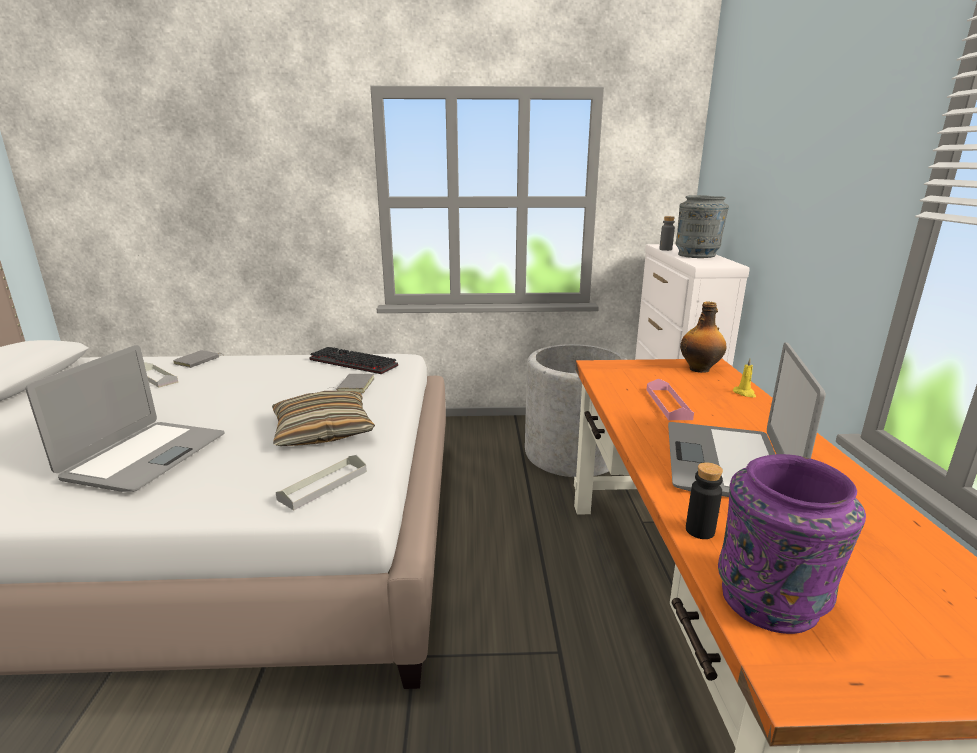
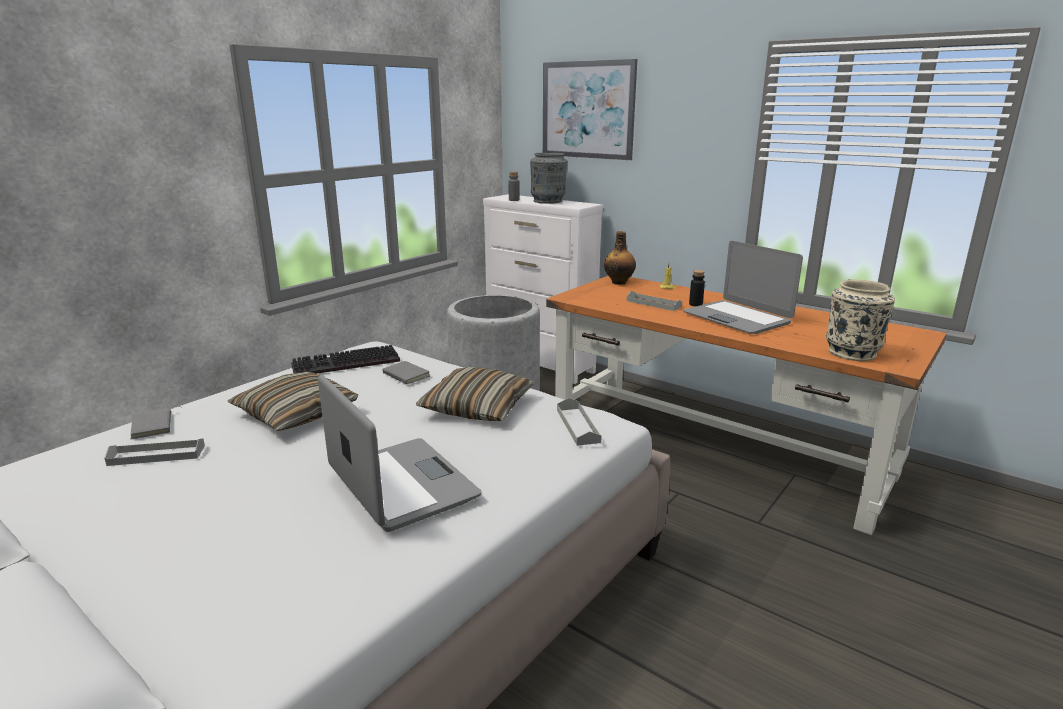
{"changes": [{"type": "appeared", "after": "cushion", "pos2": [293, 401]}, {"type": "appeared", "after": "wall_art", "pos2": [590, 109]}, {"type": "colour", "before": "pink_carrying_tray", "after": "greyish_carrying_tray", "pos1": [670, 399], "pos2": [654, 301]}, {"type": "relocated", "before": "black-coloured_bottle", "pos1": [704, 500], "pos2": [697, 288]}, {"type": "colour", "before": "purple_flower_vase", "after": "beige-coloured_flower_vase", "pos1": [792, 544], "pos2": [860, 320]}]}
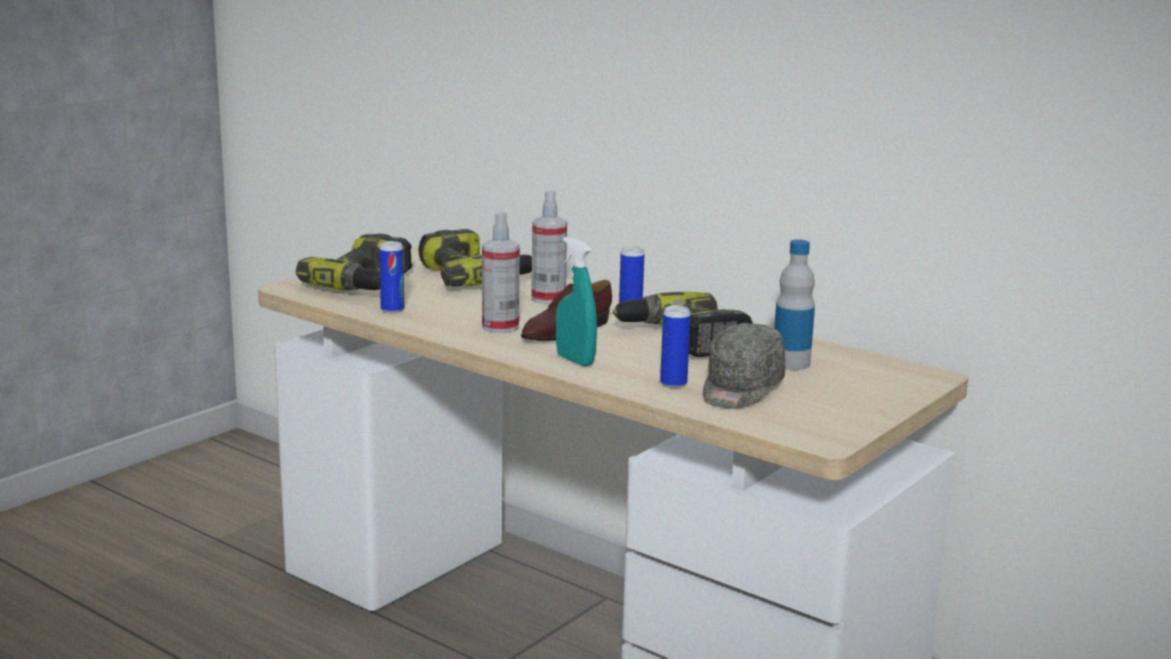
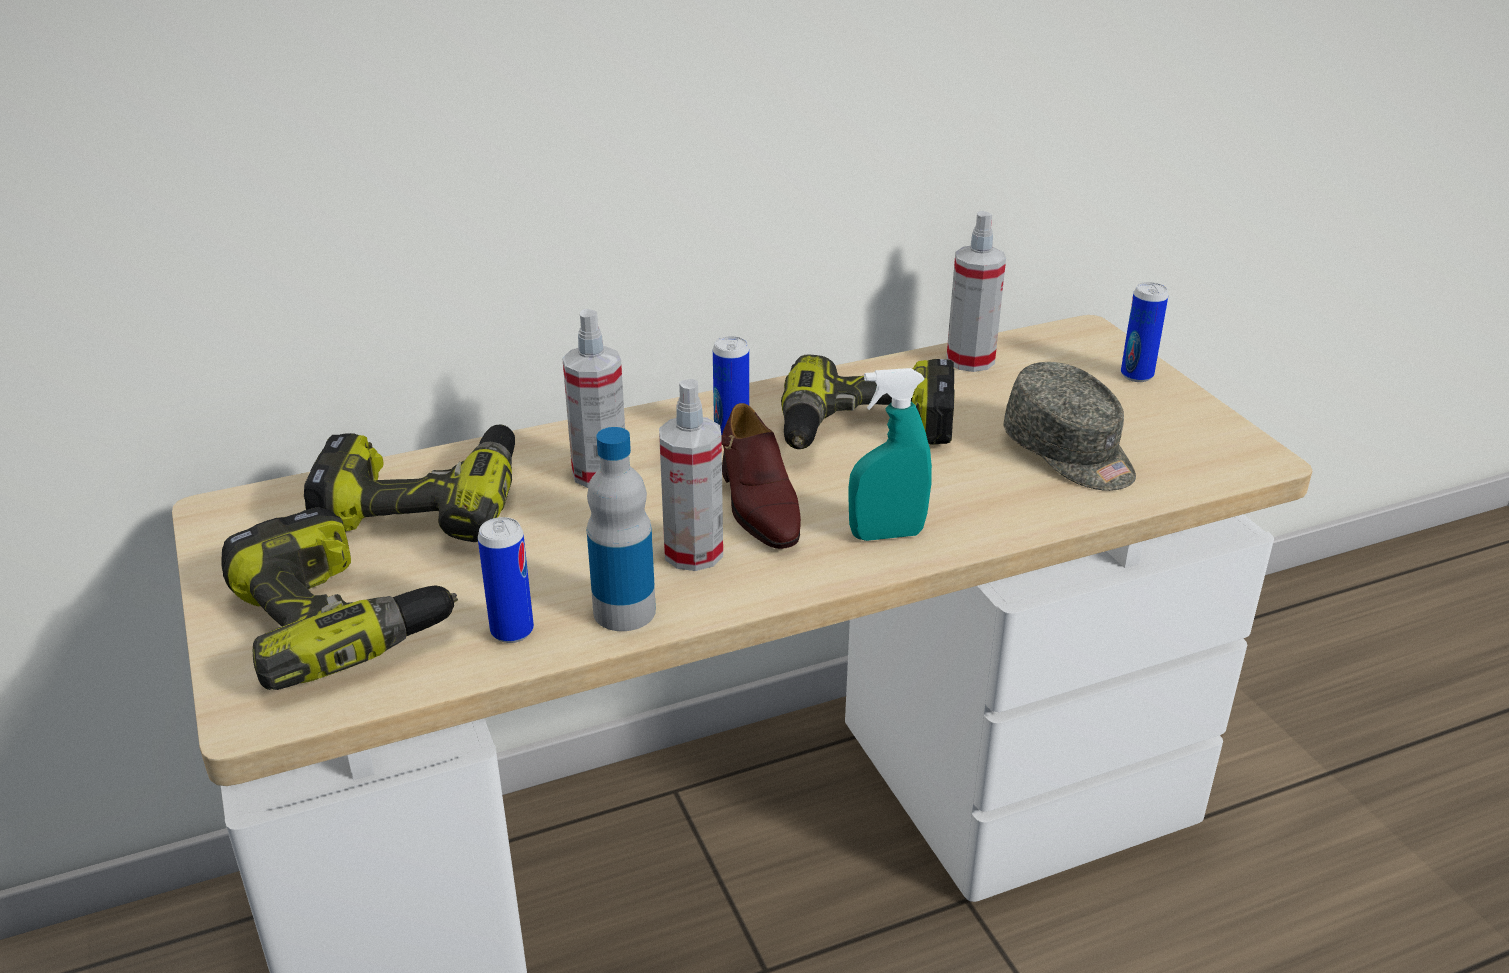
{"changes": [{"type": "relocated", "before": "bottle", "pos1": [794, 304], "pos2": [621, 529]}, {"type": "appeared", "after": "hand_sprayer", "pos2": [976, 291]}, {"type": "relocated", "before": "metal_can", "pos1": [675, 346], "pos2": [1144, 332]}]}
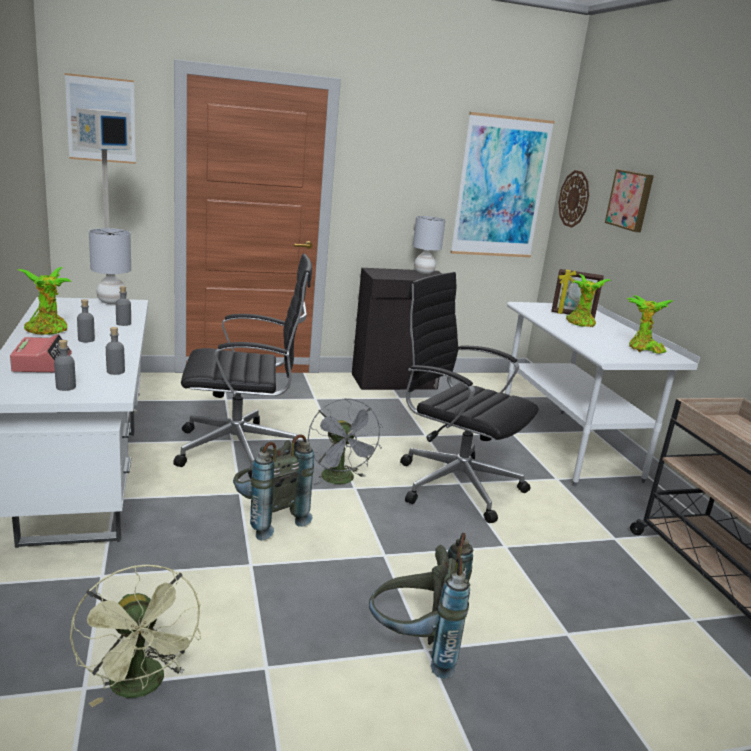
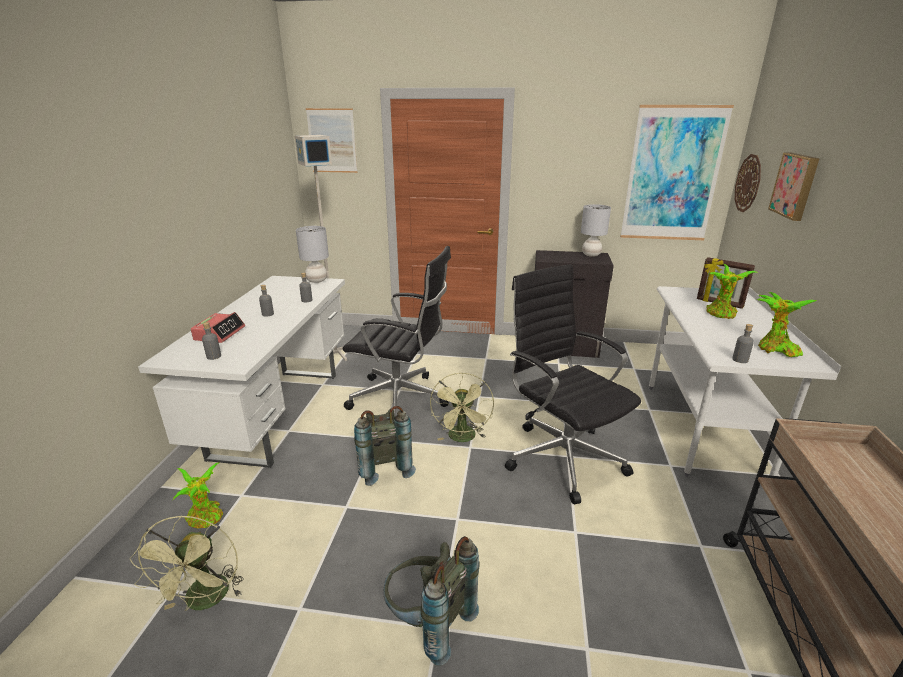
{"changes": [{"type": "relocated", "before": "plant_in_a_pot", "pos1": [44, 301], "pos2": [198, 495]}, {"type": "colour", "before": "greyish_electric_fan", "after": "green-coloured_electric_fan", "pos1": [345, 442], "pos2": [462, 407]}, {"type": "relocated", "before": "greyish_bottle", "pos1": [115, 351], "pos2": [743, 343]}]}
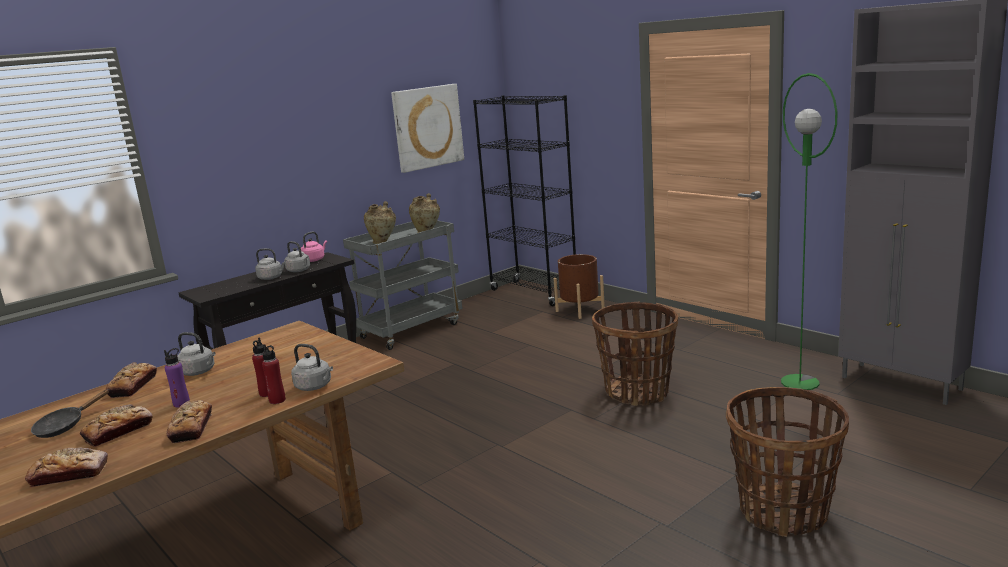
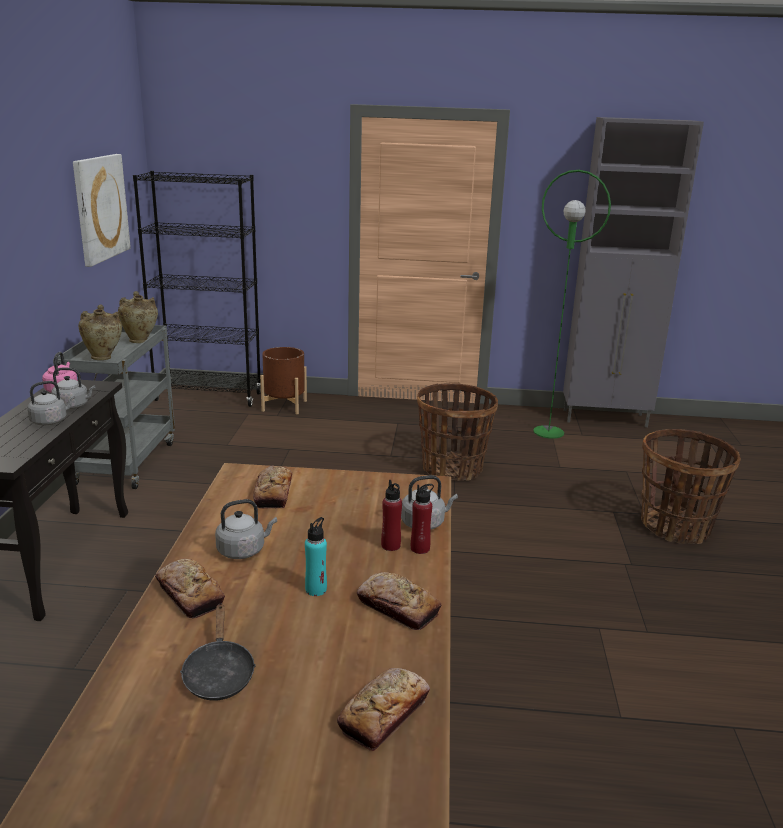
{"changes": [{"type": "relocated", "before": "bread", "pos1": [116, 425], "pos2": [272, 487]}, {"type": "colour", "before": "purple_bottle", "after": "turquoise_bottle", "pos1": [177, 377], "pos2": [316, 556]}]}
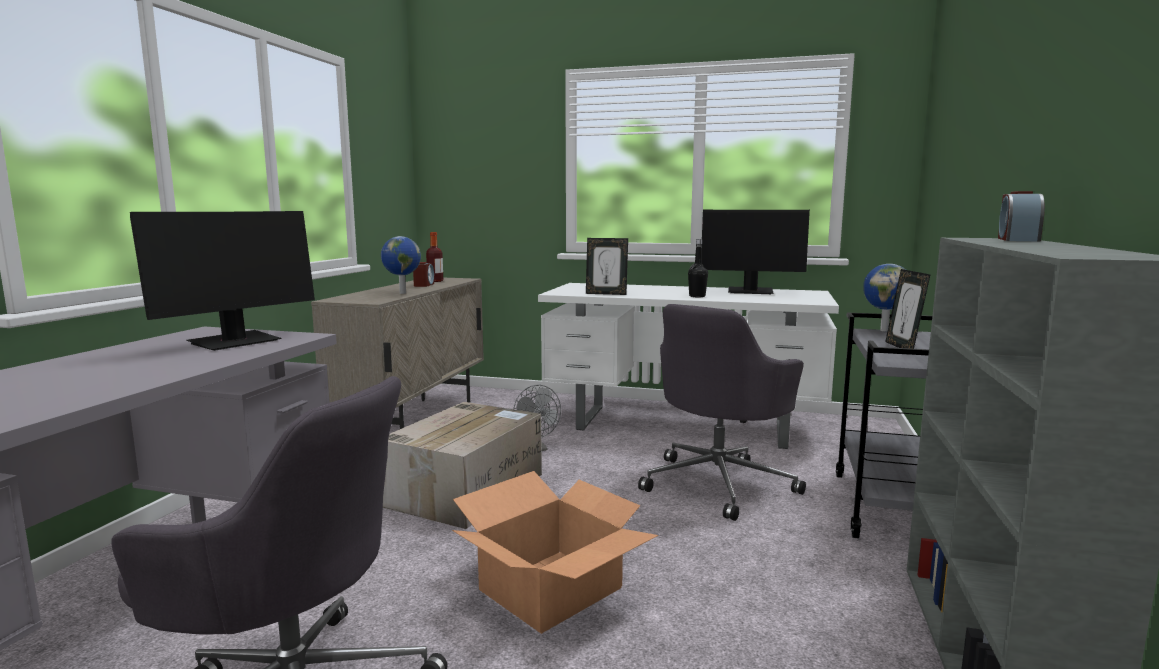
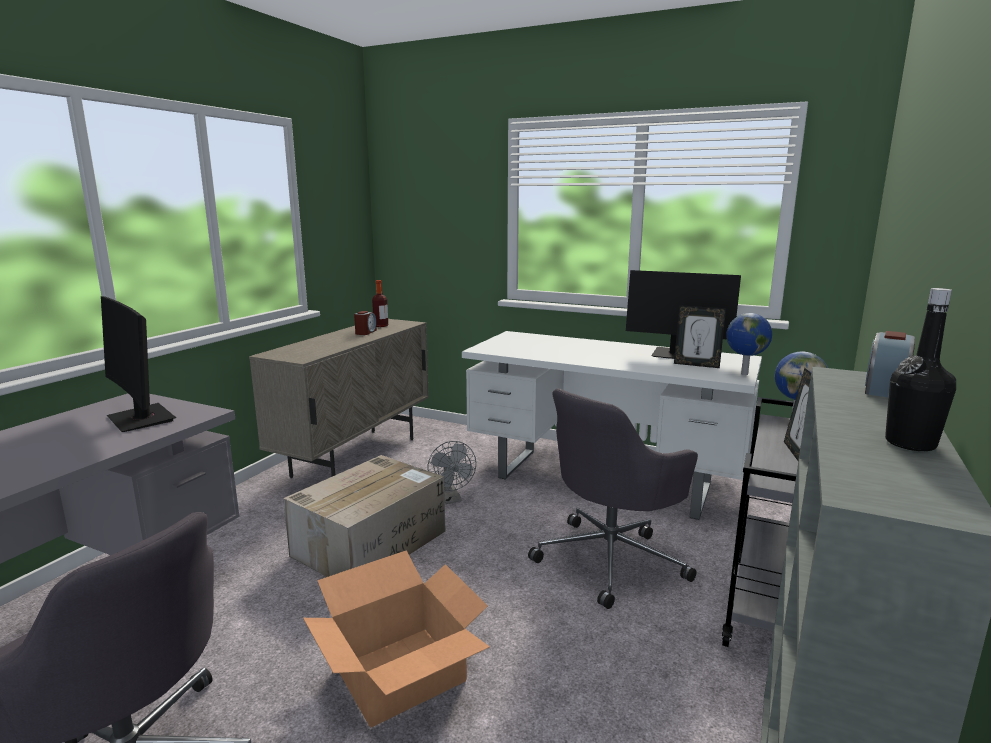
{"changes": [{"type": "spun", "before": "computer_display", "pos1": [222, 281], "pos2": [138, 364], "turn": 90}, {"type": "relocated", "before": "photo_frame", "pos1": [607, 266], "pos2": [700, 336]}, {"type": "relocated", "before": "world_globe", "pos1": [401, 265], "pos2": [749, 344]}, {"type": "relocated", "before": "black-coloured_bottle", "pos1": [698, 268], "pos2": [920, 369]}]}
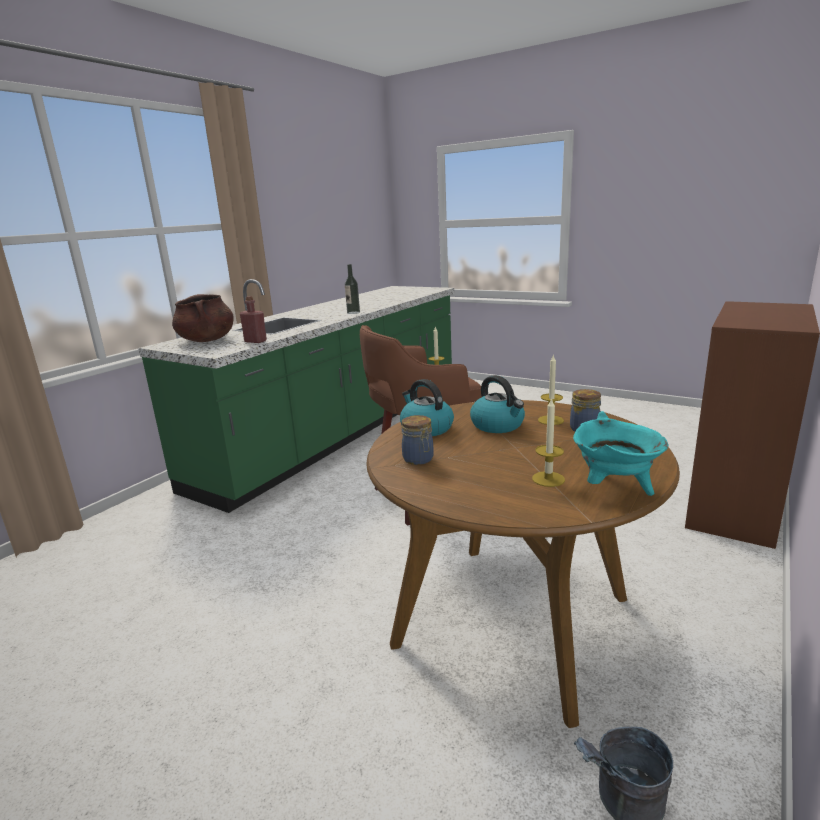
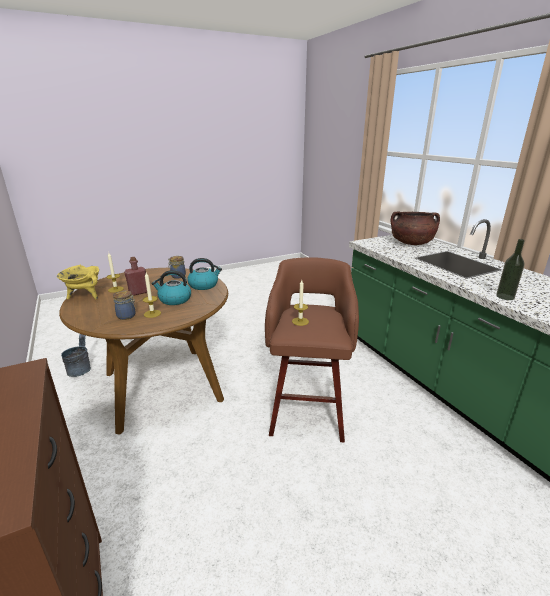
{"changes": [{"type": "colour", "before": "turquoise_stockpot", "after": "yellow_stockpot", "pos1": [621, 453], "pos2": [78, 282]}, {"type": "relocated", "before": "red_bottle", "pos1": [253, 319], "pos2": [135, 276]}]}
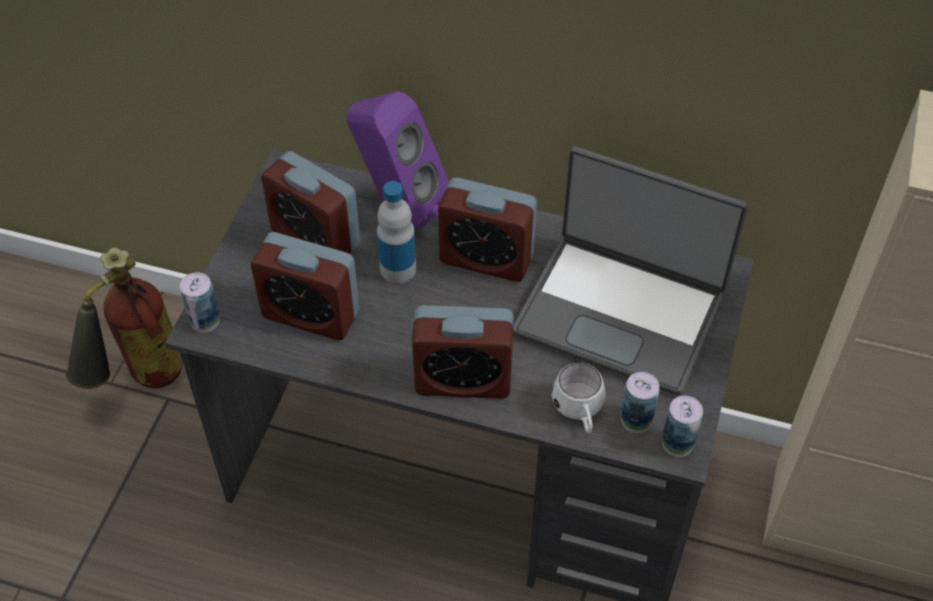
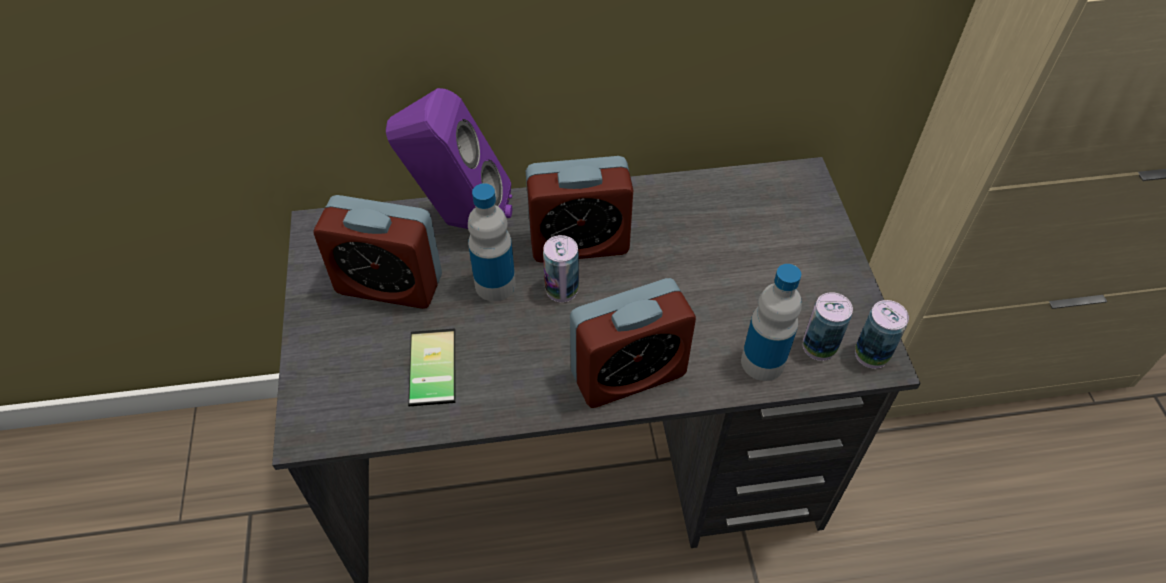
{"changes": [{"type": "exchanged", "before": "alarm_clock", "after": "handset", "pos1": [305, 286], "pos2": [431, 367]}, {"type": "relocated", "before": "metal_can", "pos1": [200, 302], "pos2": [561, 269]}, {"type": "exchanged", "before": "white_tea_mug", "after": "bottle", "pos1": [578, 398], "pos2": [771, 322]}, {"type": "missing", "before": "fire-fighting_cylinder", "pos1": [124, 318]}, {"type": "missing", "before": "notebook_computer", "pos1": [630, 271]}]}
